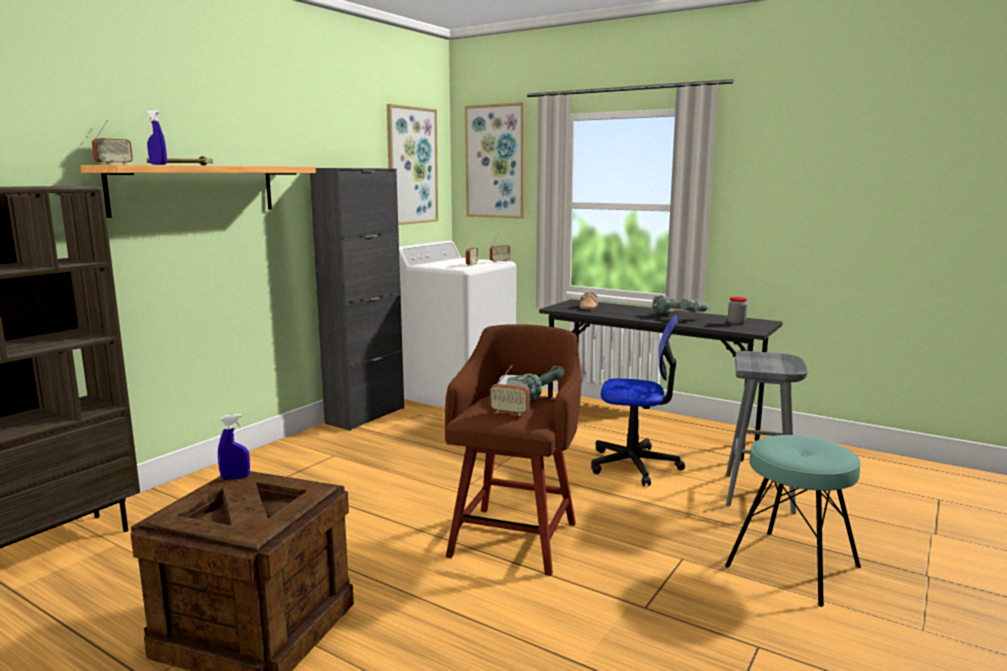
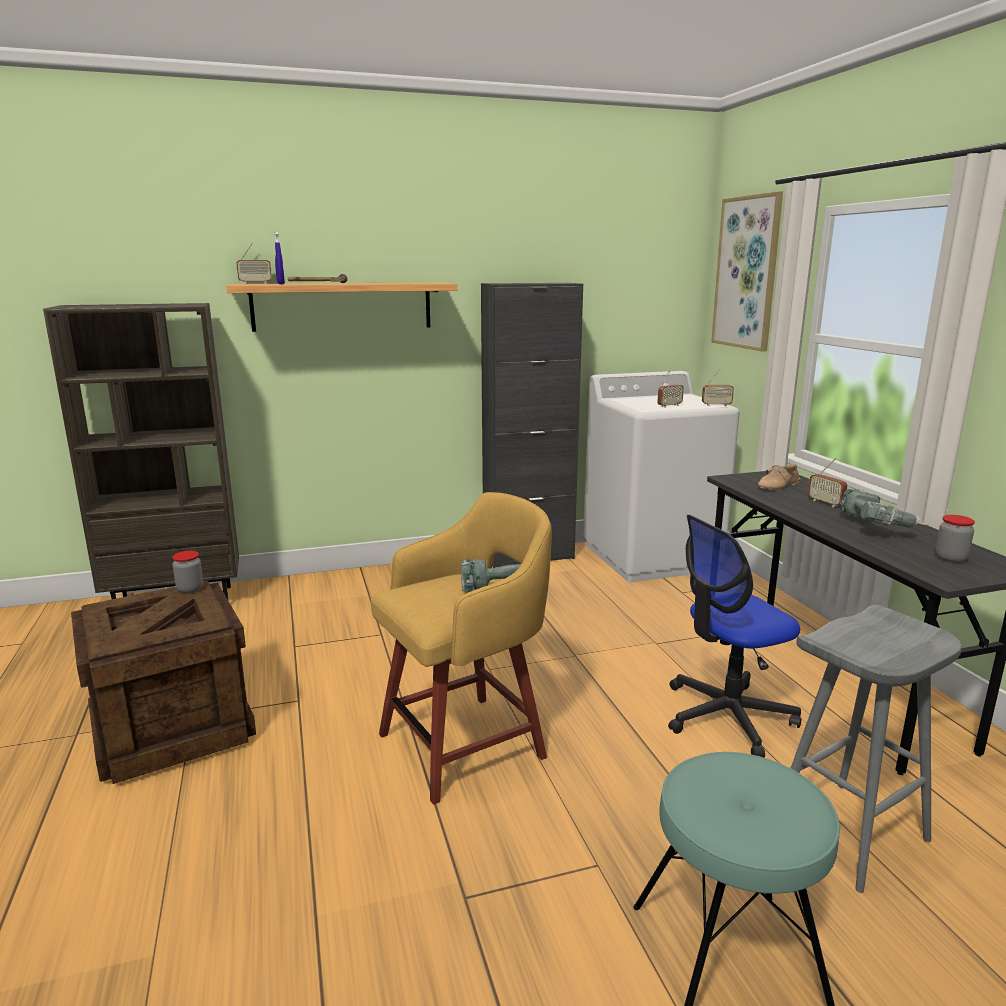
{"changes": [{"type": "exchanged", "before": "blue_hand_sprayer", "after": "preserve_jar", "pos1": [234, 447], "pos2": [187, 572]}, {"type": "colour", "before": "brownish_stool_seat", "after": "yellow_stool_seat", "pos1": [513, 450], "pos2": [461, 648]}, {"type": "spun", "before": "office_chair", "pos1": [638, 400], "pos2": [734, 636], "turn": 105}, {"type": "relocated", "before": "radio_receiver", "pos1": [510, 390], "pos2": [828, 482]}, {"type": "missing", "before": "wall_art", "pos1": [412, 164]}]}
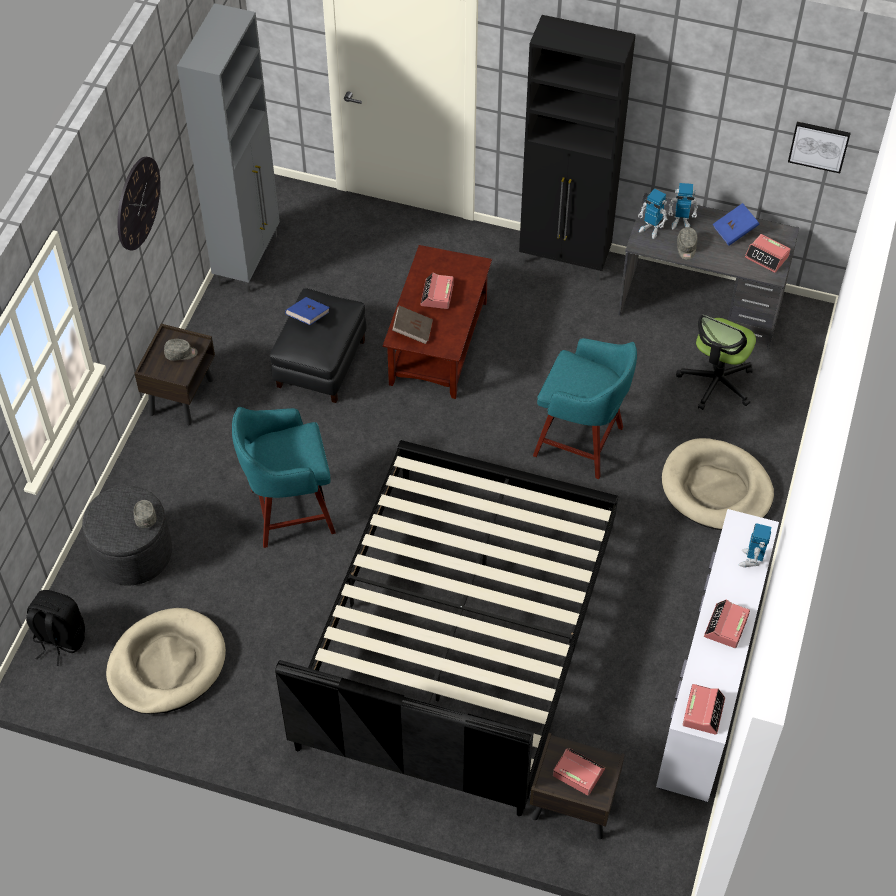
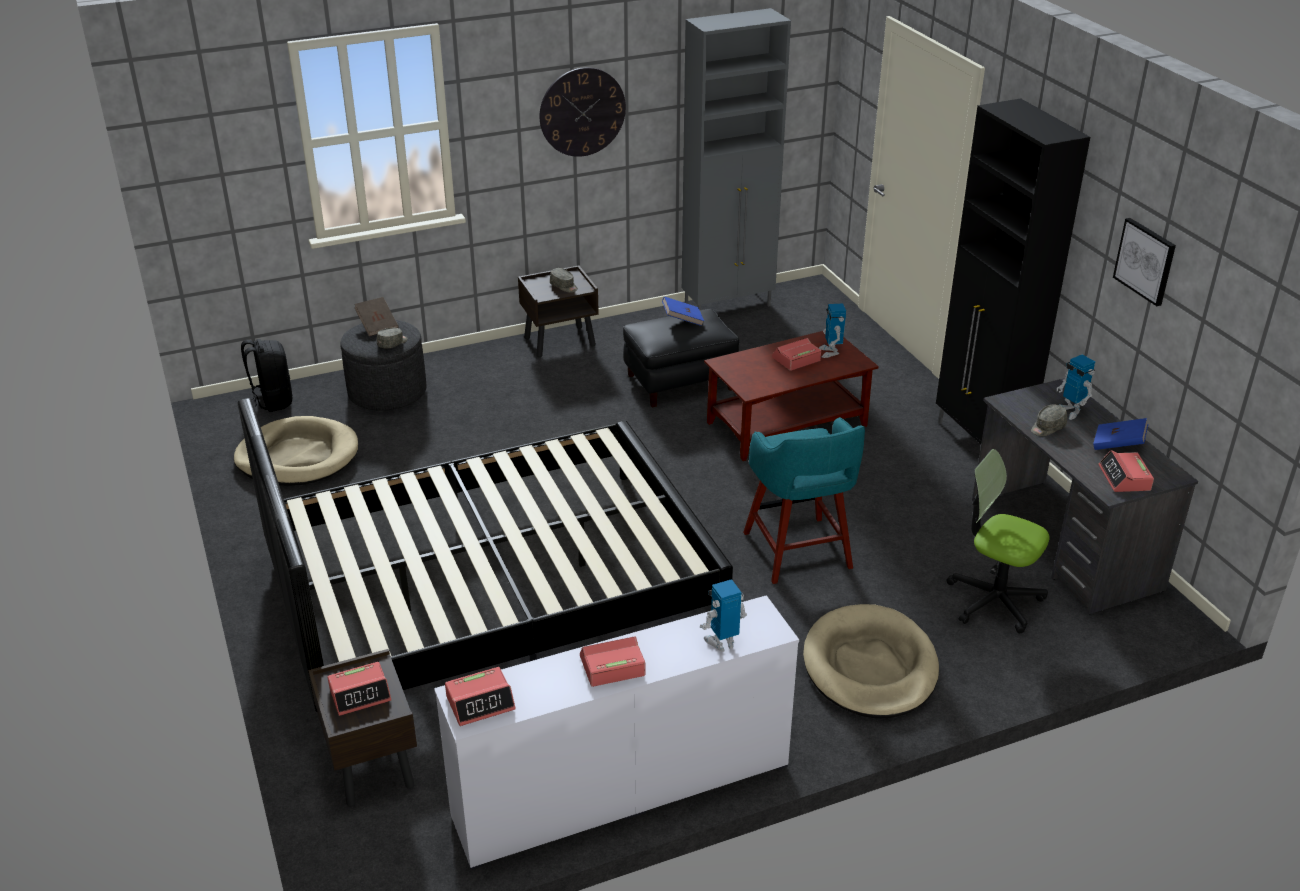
{"changes": [{"type": "spun", "before": "alarm_clock", "pos1": [579, 772], "pos2": [359, 689], "turn": 75}, {"type": "relocated", "before": "brownish_bound_book", "pos1": [412, 325], "pos2": [377, 316]}, {"type": "relocated", "before": "robot_figure", "pos1": [652, 214], "pos2": [832, 330]}, {"type": "spun", "before": "office_chair", "pos1": [716, 362], "pos2": [998, 541], "turn": 45}, {"type": "relocated", "before": "wall_art", "pos1": [819, 147], "pos2": [1144, 262]}, {"type": "missing", "before": "turquoise_stool_seat", "pos1": [284, 477]}]}
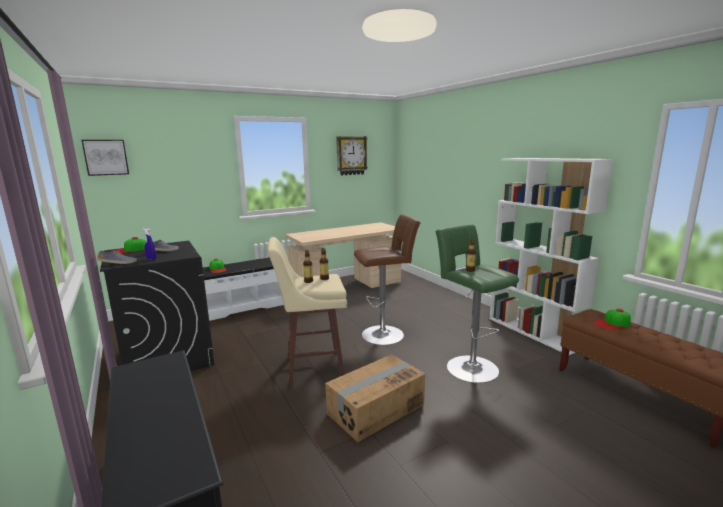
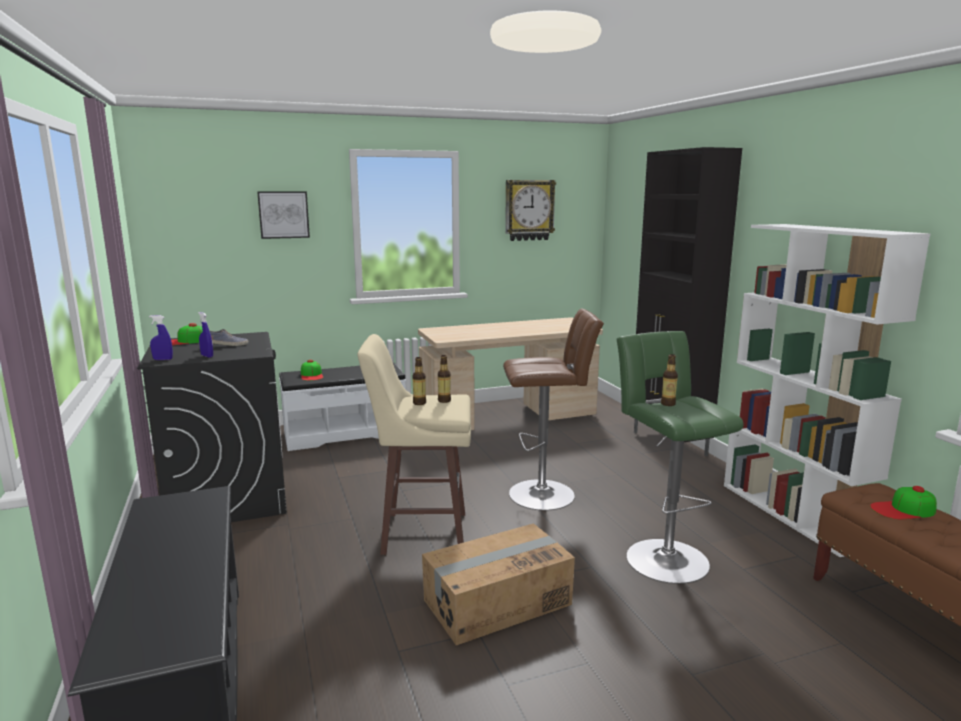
{"changes": [{"type": "exchanged", "before": "low_shoe", "after": "blue_hand_sprayer", "pos1": [117, 257], "pos2": [161, 337]}, {"type": "relocated", "before": "wall_art", "pos1": [105, 158], "pos2": [283, 215]}, {"type": "appeared", "after": "black-coloured_cupboard", "pos2": [688, 301]}]}
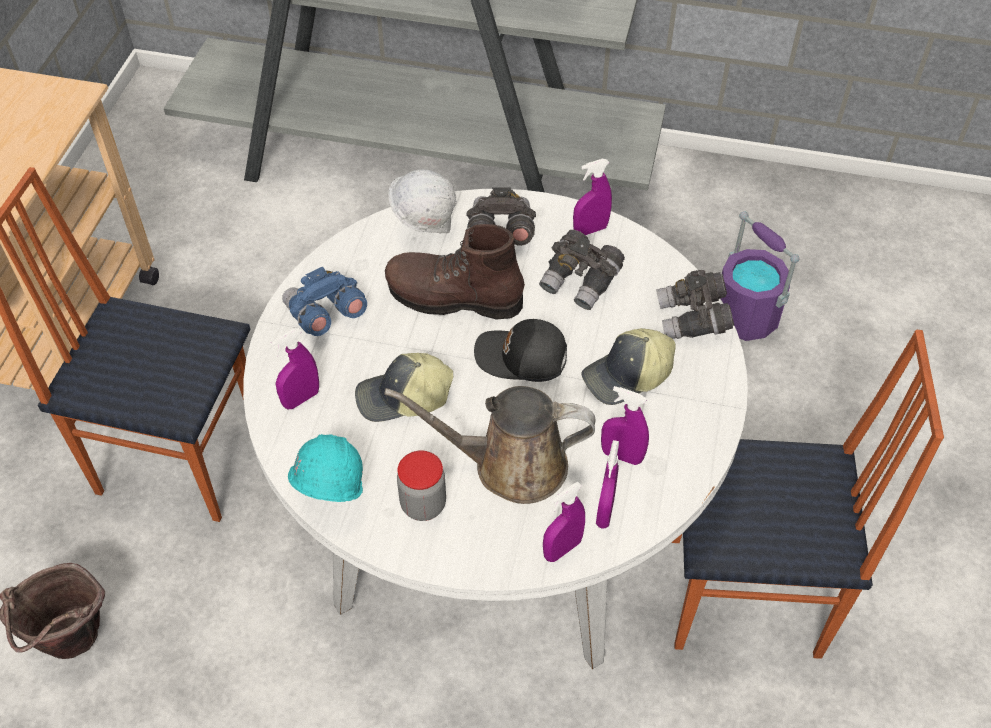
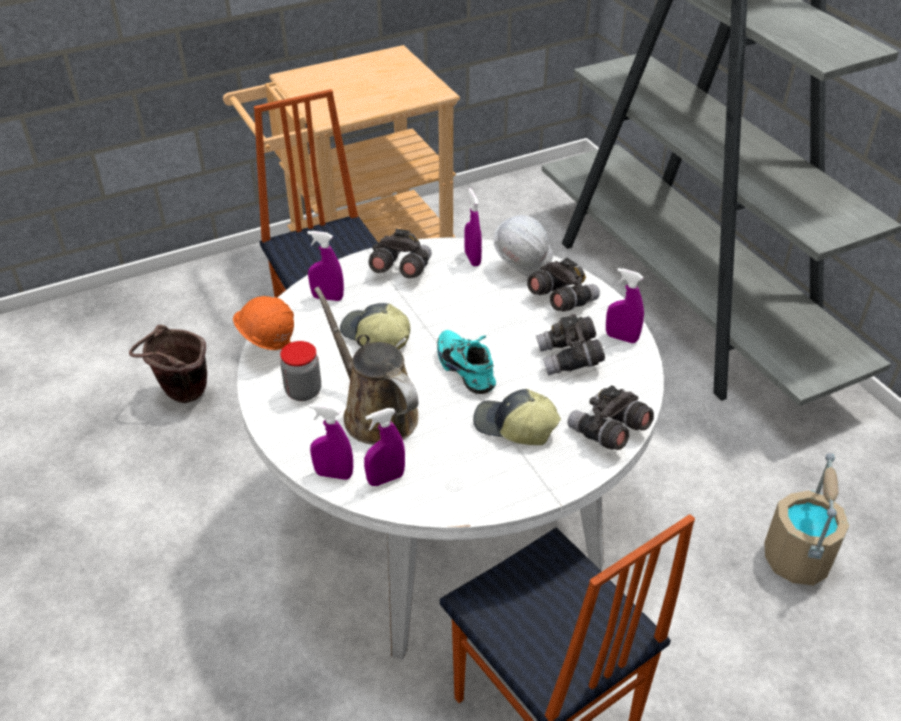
{"changes": [{"type": "colour", "before": "turquoise_hard_hat", "after": "orangey_hard_hat", "pos1": [325, 468], "pos2": [263, 323]}, {"type": "colour", "before": "blue_binoculars", "after": "greyish_binoculars", "pos1": [324, 301], "pos2": [400, 254]}, {"type": "exchanged", "before": "black-coloured_cap", "after": "turquoise_low_shoe", "pos1": [520, 350], "pos2": [466, 362]}, {"type": "relocated", "before": "purple_hand_sprayer", "pos1": [625, 425], "pos2": [473, 227]}, {"type": "colour", "before": "purple_pail", "after": "beige-coloured_pail", "pos1": [759, 276], "pos2": [807, 519]}, {"type": "missing", "before": "brownish_boot", "pos1": [455, 272]}]}
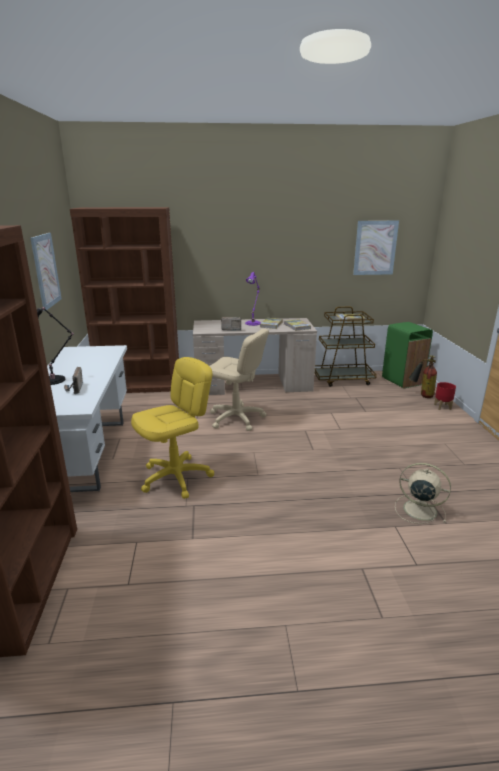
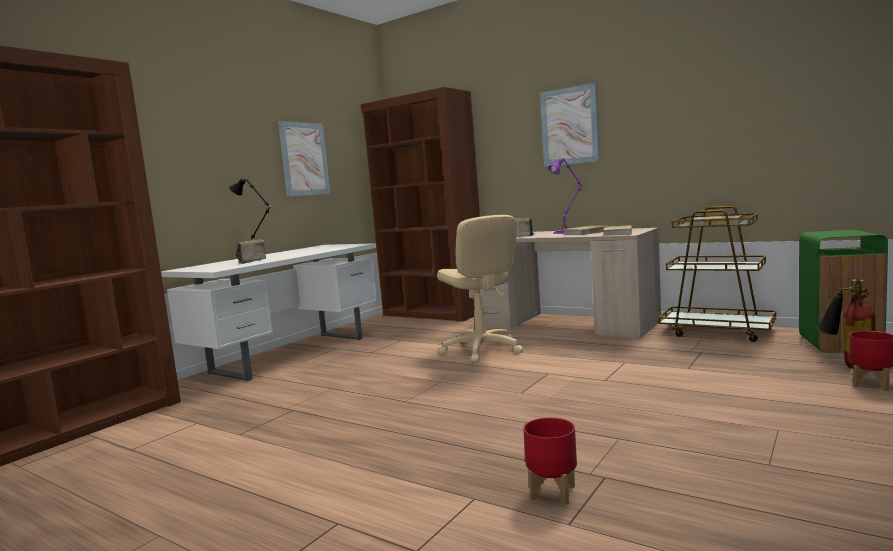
{"changes": [{"type": "exchanged", "before": "beige-coloured_electric_fan", "after": "red_planter", "pos1": [423, 493], "pos2": [550, 461]}, {"type": "relocated", "before": "wall_art", "pos1": [376, 247], "pos2": [570, 125]}, {"type": "missing", "before": "yellow_office_chair", "pos1": [172, 428]}]}
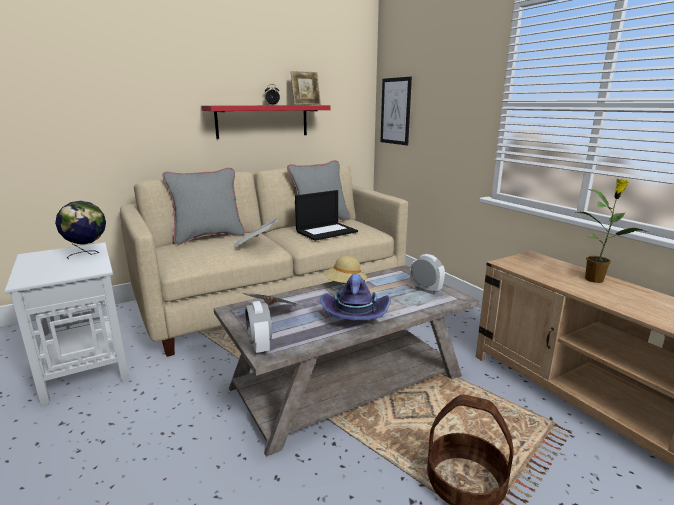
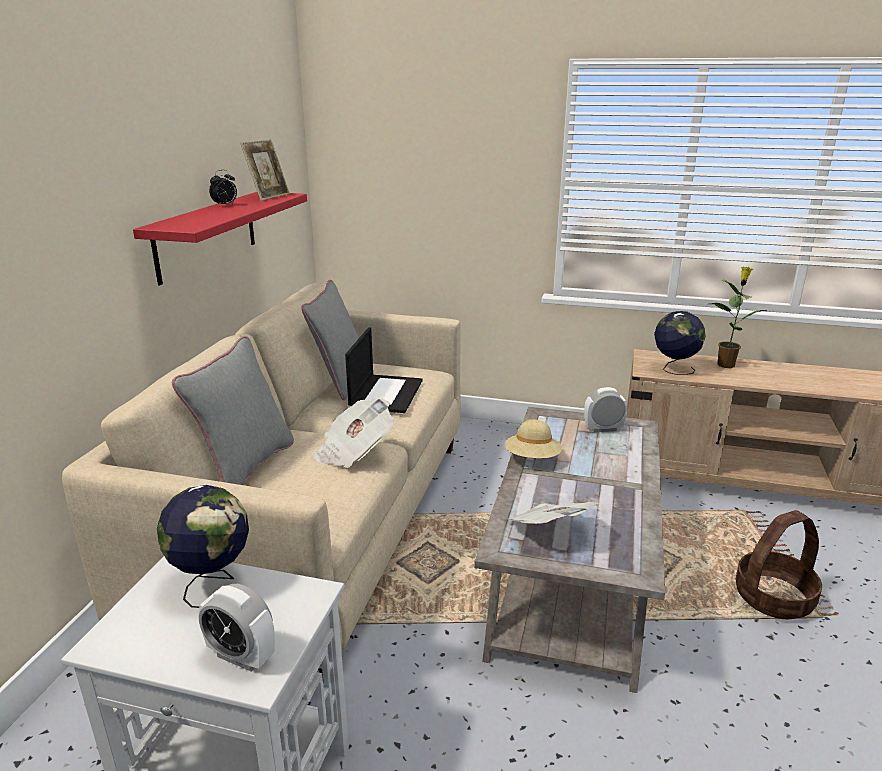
{"changes": [{"type": "relocated", "before": "alarm_clock", "pos1": [258, 327], "pos2": [236, 628]}, {"type": "appeared", "after": "world_globe", "pos2": [680, 343]}, {"type": "missing", "before": "purple_hat", "pos1": [355, 297]}, {"type": "missing", "before": "wall_art", "pos1": [396, 111]}]}
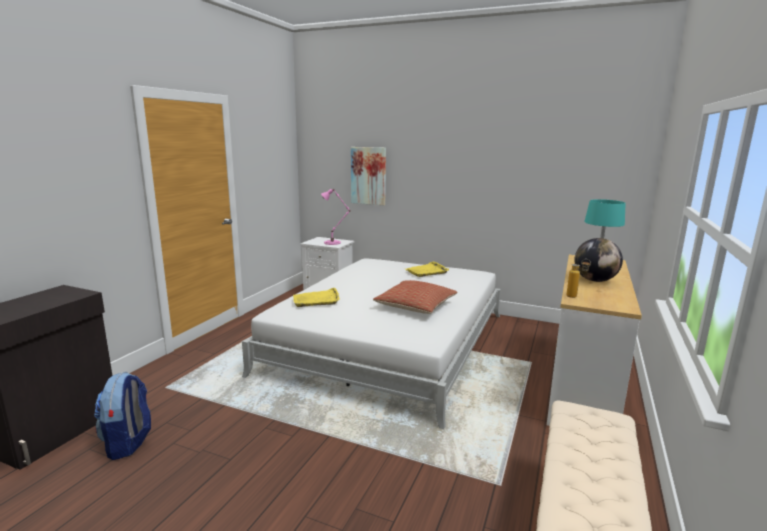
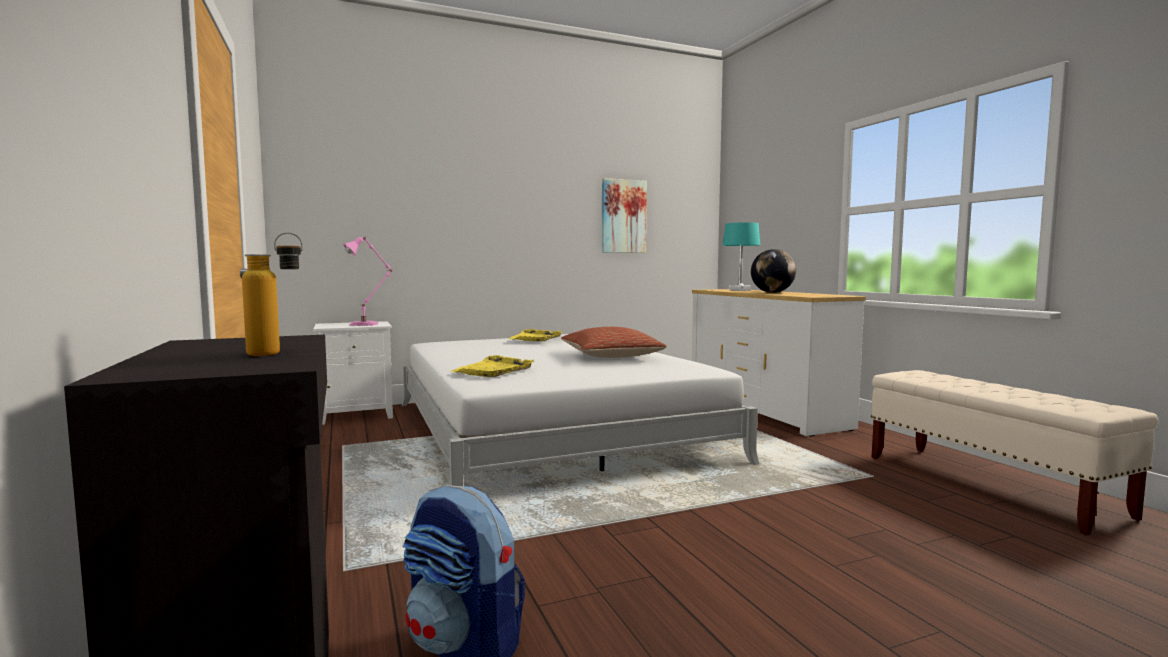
{"changes": [{"type": "relocated", "before": "bottle", "pos1": [579, 278], "pos2": [272, 294]}, {"type": "relocated", "before": "wall_art", "pos1": [368, 176], "pos2": [624, 215]}]}
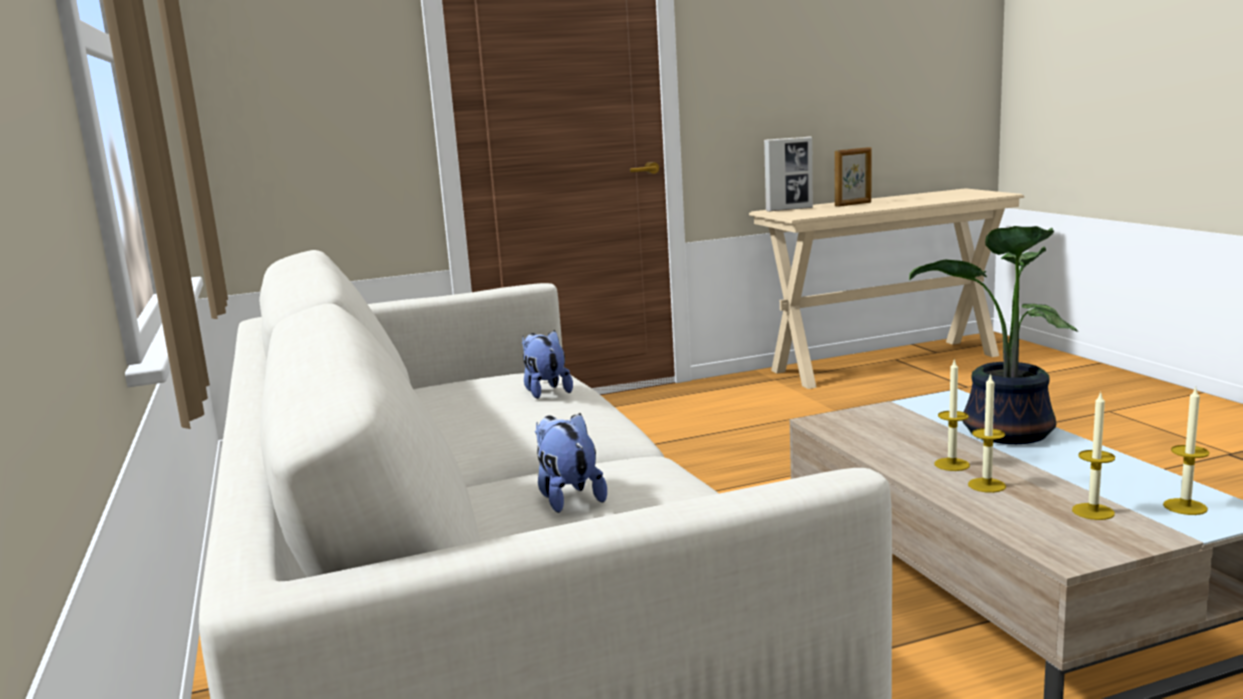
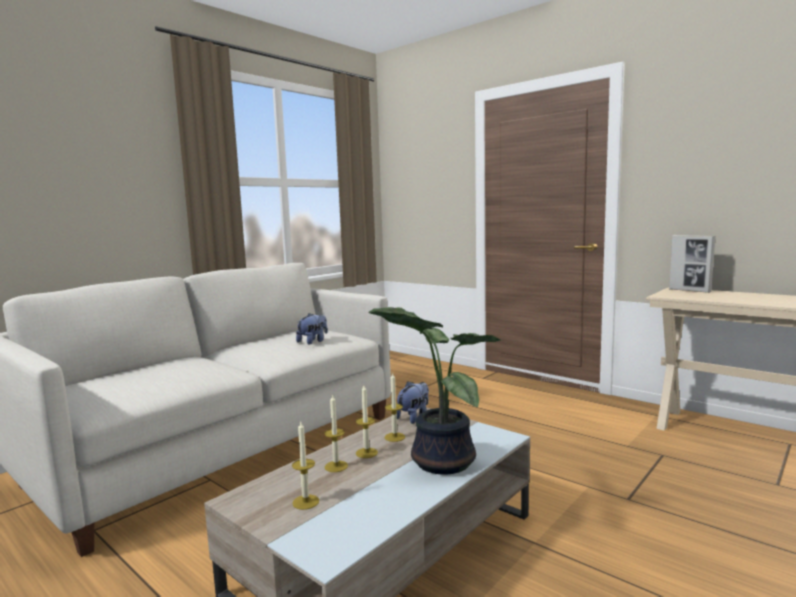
{"changes": [{"type": "relocated", "before": "wax_light", "pos1": [1186, 451], "pos2": [394, 407]}, {"type": "relocated", "before": "soft_toy", "pos1": [571, 463], "pos2": [413, 402]}, {"type": "missing", "before": "photo_frame", "pos1": [853, 177]}]}
